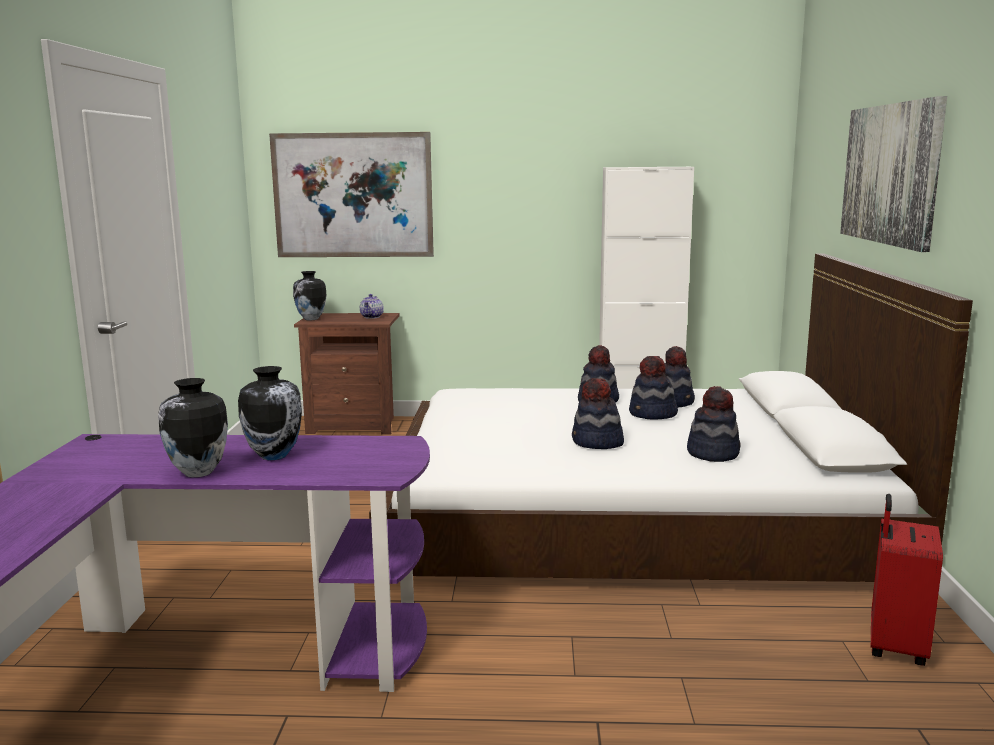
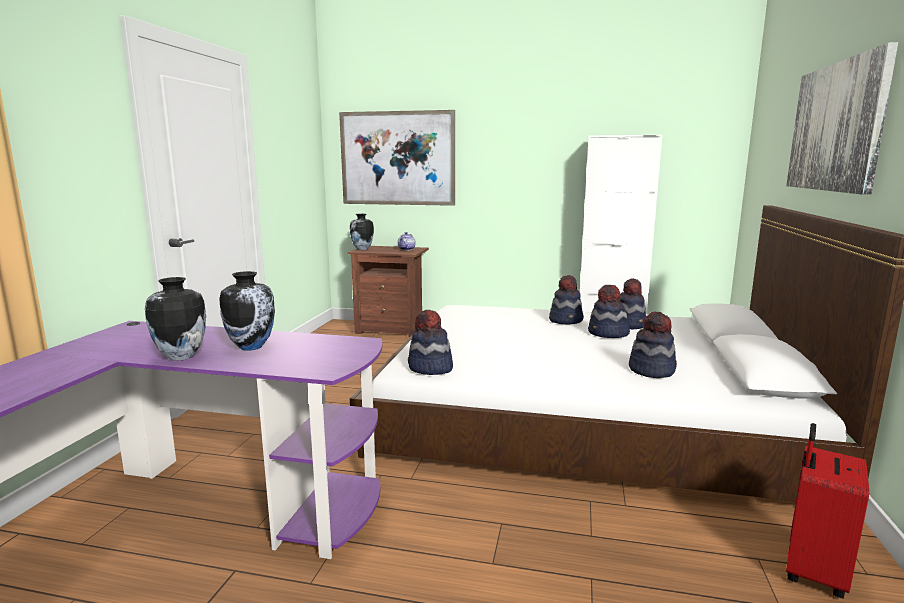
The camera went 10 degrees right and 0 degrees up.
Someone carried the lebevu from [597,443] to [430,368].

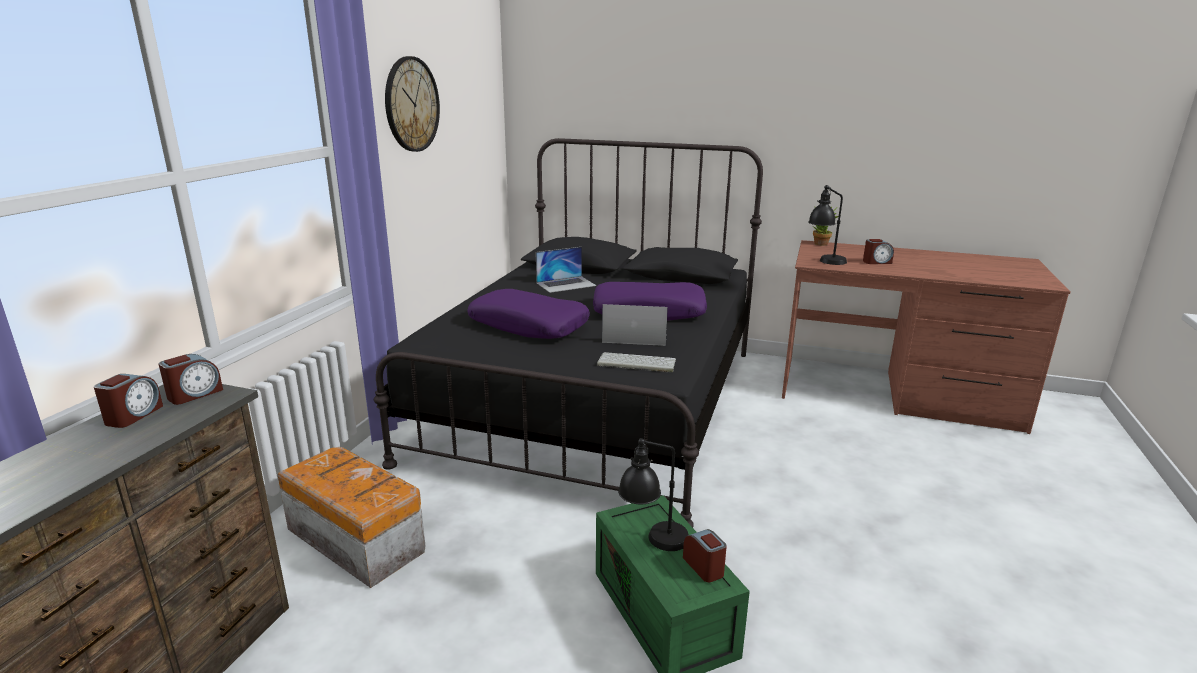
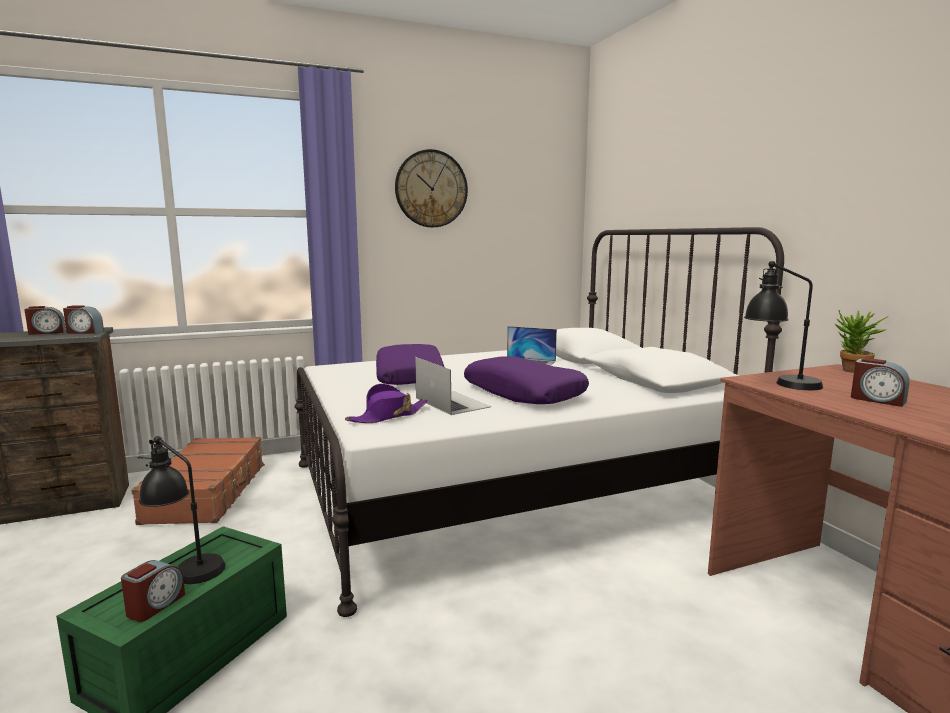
The camera went 50 degrees right and 10 degrees down.
Someone repainted the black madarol at [595,402], which became the white madarol at [507,488].
Someone swapped the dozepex at [635,363] for the purple lebevu at [388,416].
Someone swapped the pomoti at [356,538] for the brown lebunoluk at [208,492].

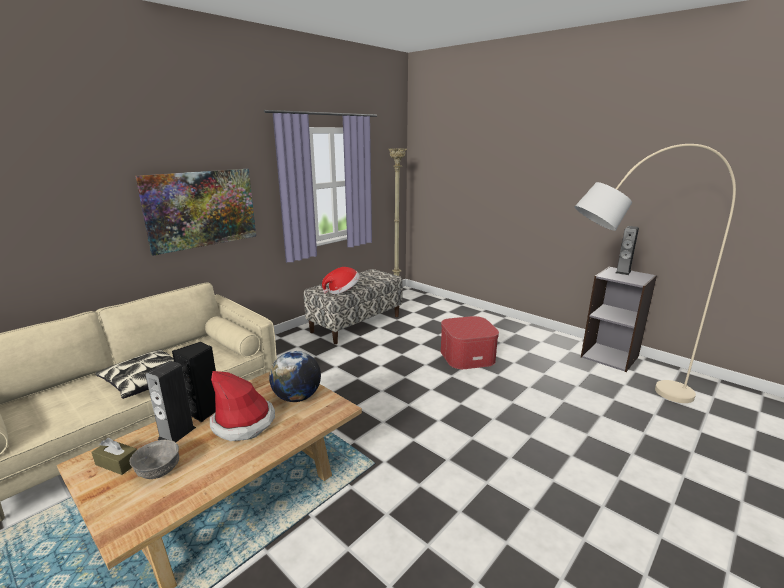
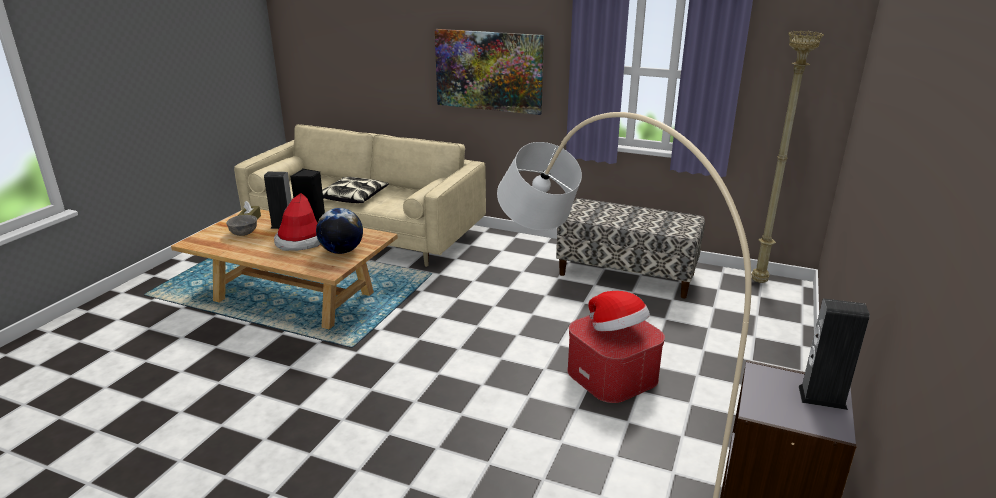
The camera went 70 degrees right and 5 degrees up.
Someone carried the lebevu from [342,291] to [617,331].

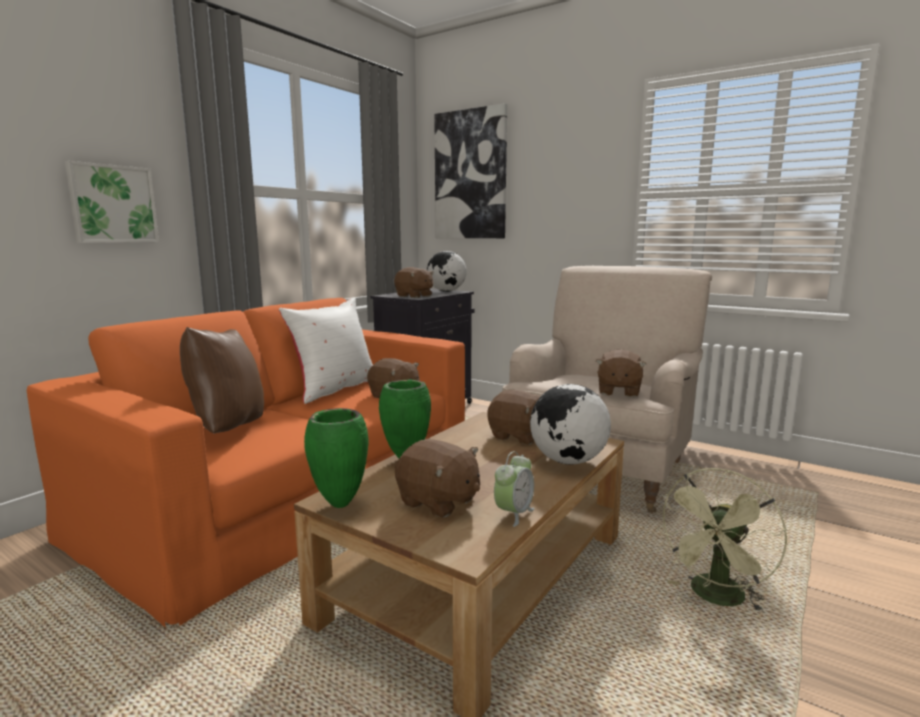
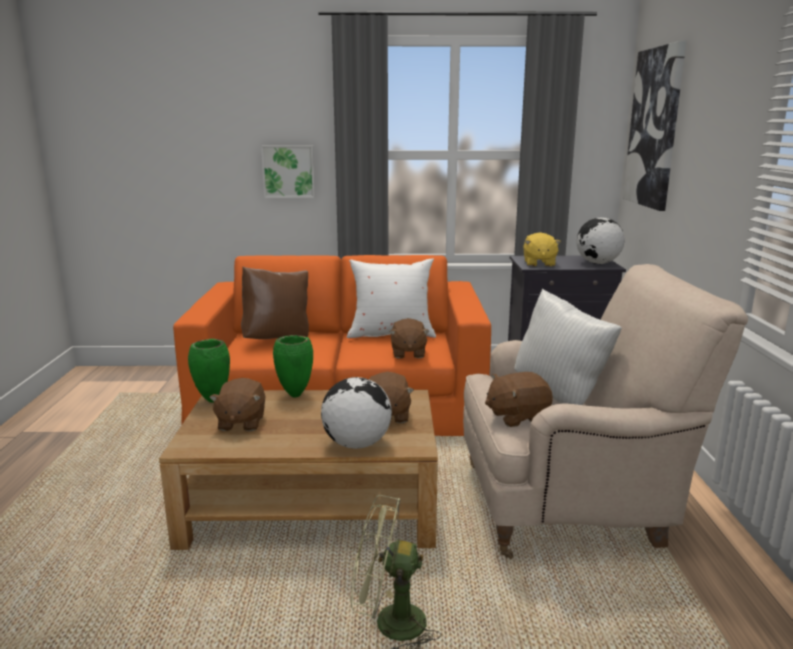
The camera went 55 degrees right and 5 degrees up.
Someone repainted the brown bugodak at [414,296], which became the yellow bugodak at [539,263].
Someone took away the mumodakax at [513,514].
Someone put down the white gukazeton at [560,395].

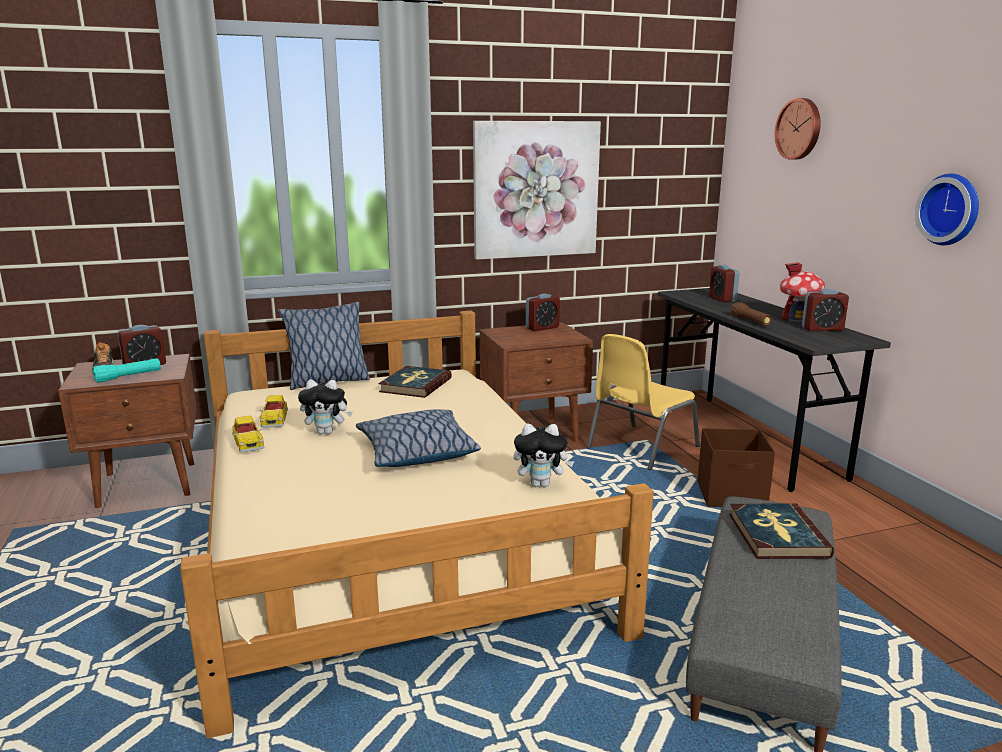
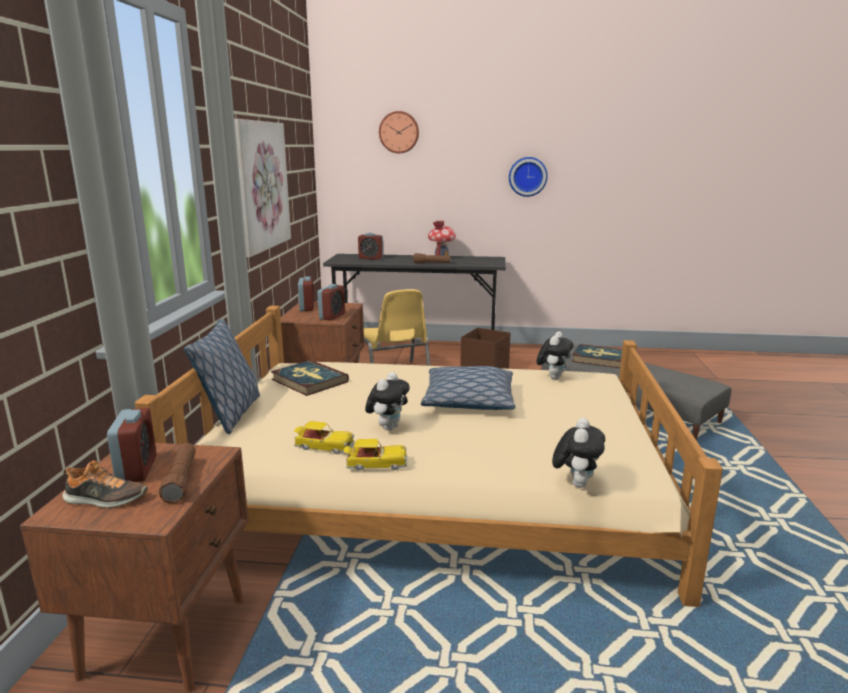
The camera went 65 degrees left and 0 degrees up.
Someone carried the mumodakax from [822,329] to [332,316].
Someone repainted the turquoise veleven at [128,377], which became the brown veleven at [181,480].
Someone put down the bugodak at [576,483].

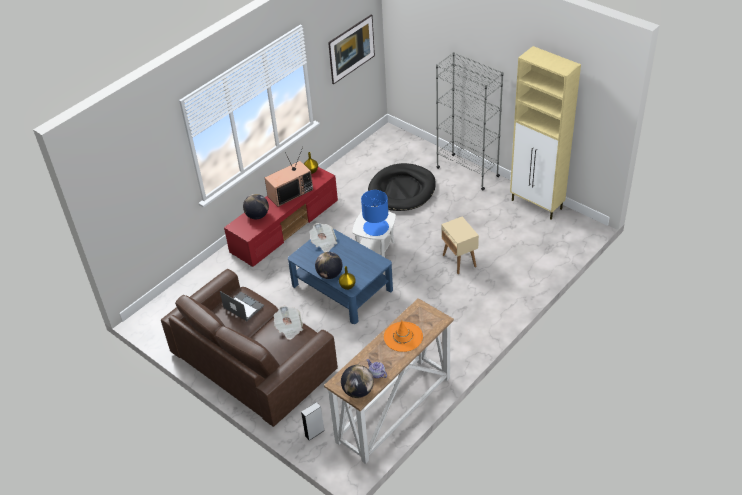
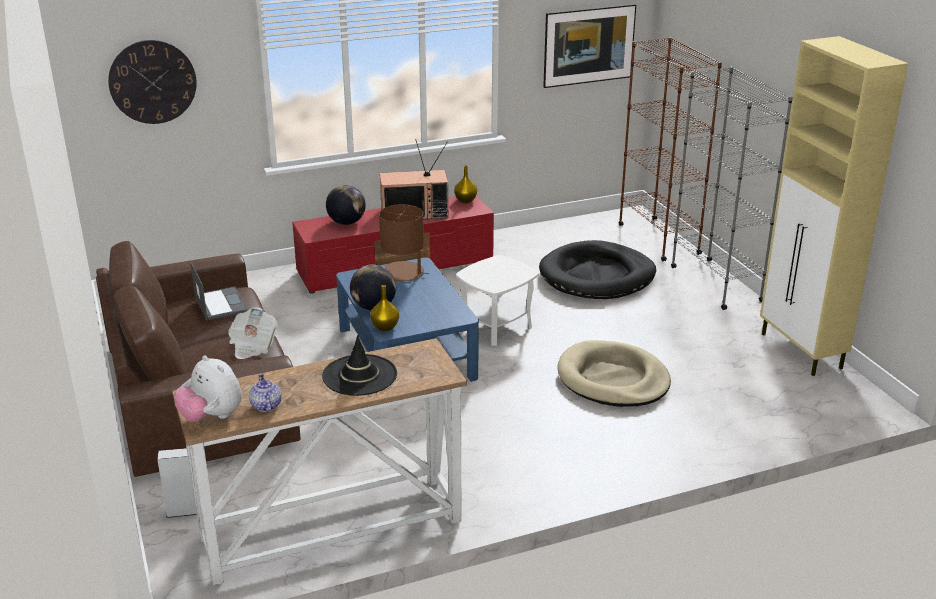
The camera went 25 degrees right and 15 degrees down.
Someone took away the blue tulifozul at [376,227].
Someone swapped the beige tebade at [459,261] for the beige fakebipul at [612,379].
Someone swapped the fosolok at [324,243] for the brown tulifozul at [403,272].
Someone repainted the orange lebevu at [403,337], which became the black lebevu at [359,375].
Someone swapped the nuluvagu at [358,391] for the bugodak at [211,417].
Someone put down the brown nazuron at [658,239].
Someone put up the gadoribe at [152,82].

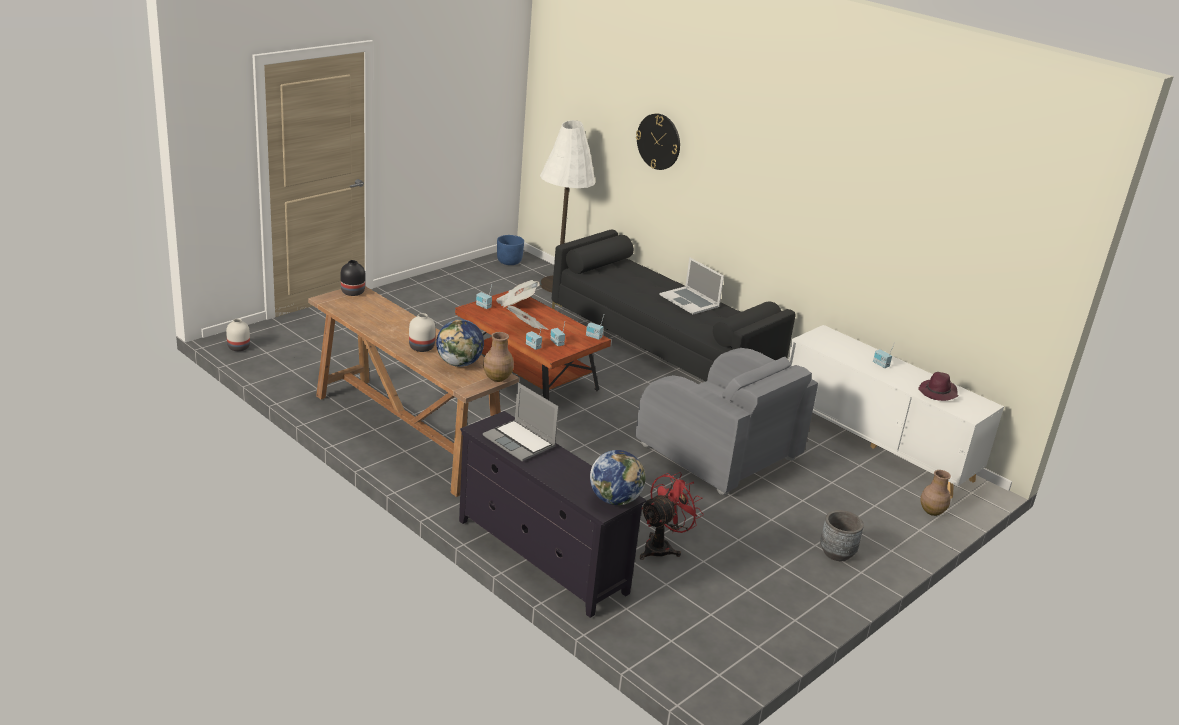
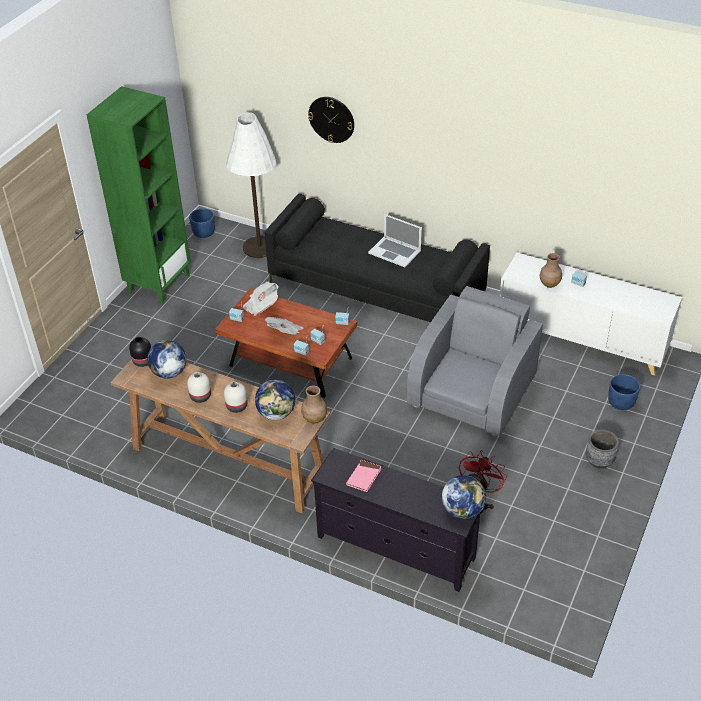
The camera went 15 degrees left and 15 degrees up.
Someone carried the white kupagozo from [239,347] to [201,396].
Someone rotated the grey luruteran at [719,452] by 90 degrees counterclockwise.
Someone took away the purple lebevu at [937,393].
Someone swapped the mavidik at [520,442] for the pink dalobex at [364,477].
Someone carried the brown kupagozo from [931,511] to [549,284].
Someone put down the green nazuron at [159,283].
Someone put down the nuluvagu at [169,373].
Someone put down the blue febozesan at [621,402].

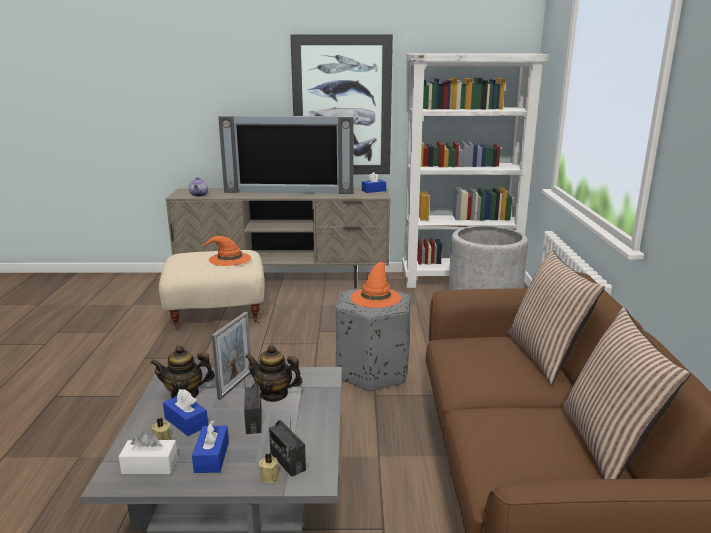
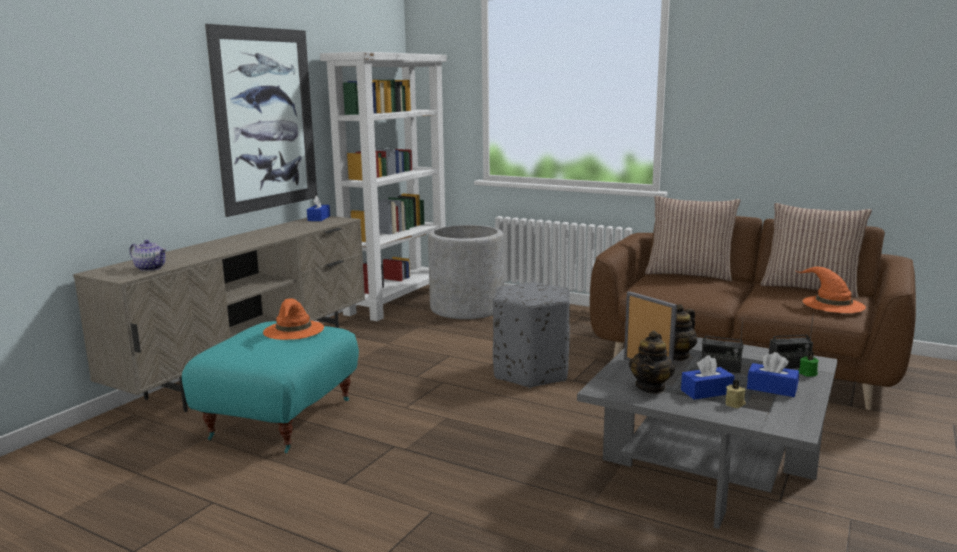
The camera went 60 degrees left and 5 degrees down.
Someone took away the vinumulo at [289,191].
Someone repainted the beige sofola at [217,313], which became the turquoise sofola at [279,418].
Someone carried the orange lebevu from [375,297] to [832,304].
Someone took away the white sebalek at [150,465].
Someone repainted the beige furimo at [270,476], which became the green furimo at [807,373].

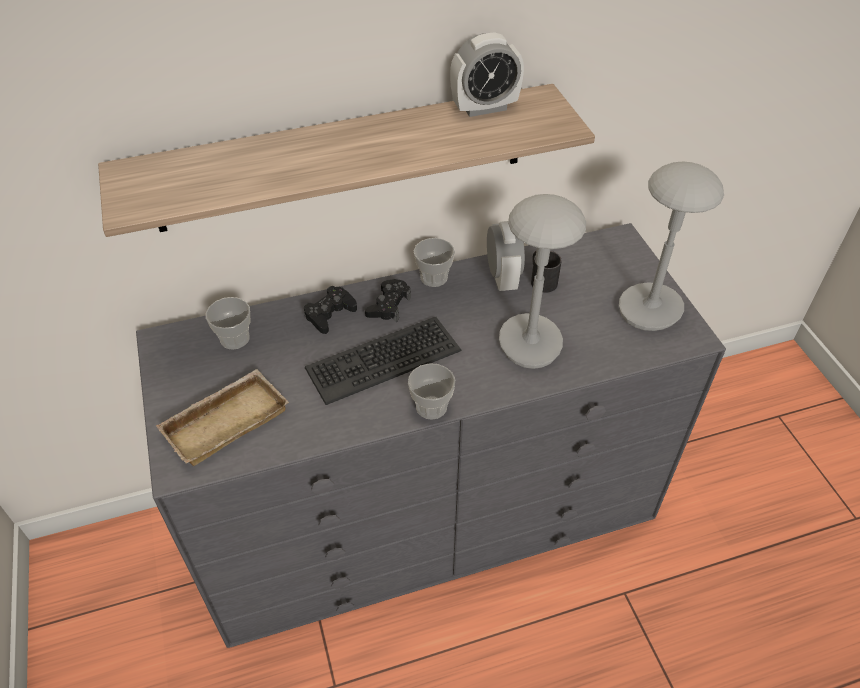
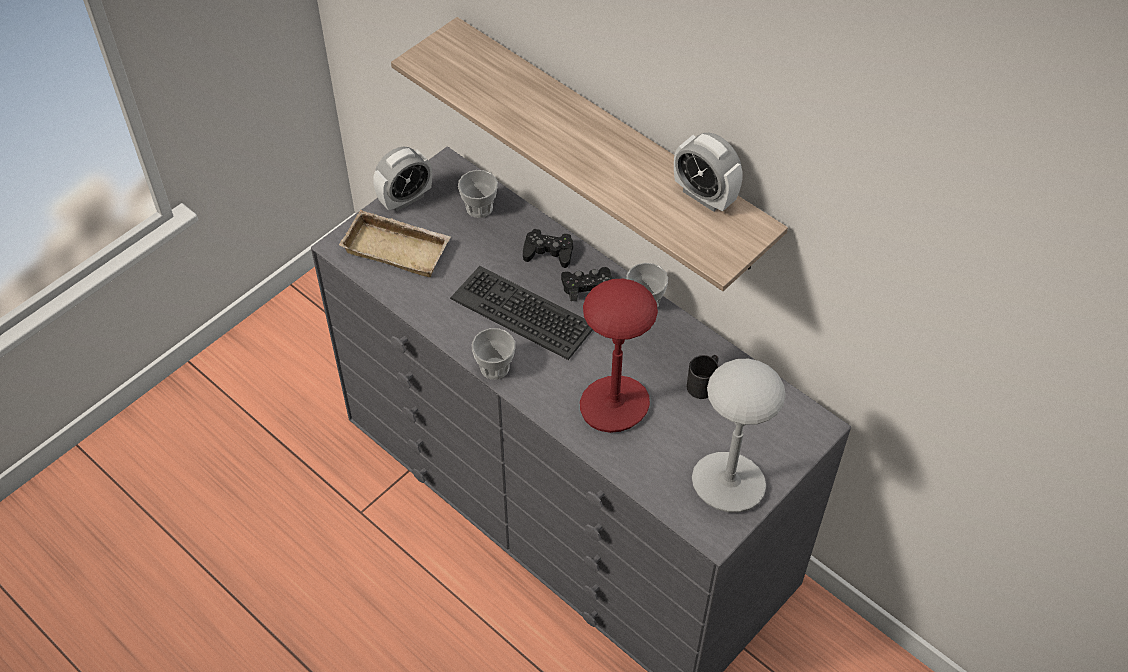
The camera went 60 degrees right and 5 degrees up.
Someone repainted the grey tulifozul at [529,343], which became the red tulifozul at [614,406].
Someone carried the mumodakax from [502,277] to [405,199].

